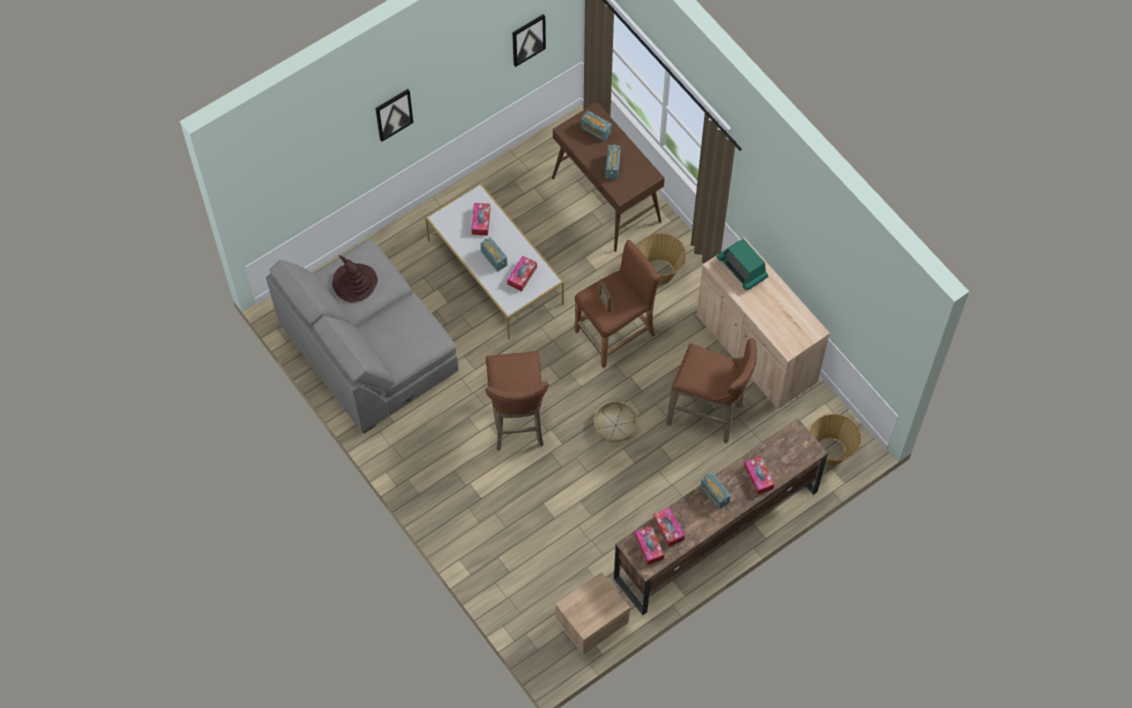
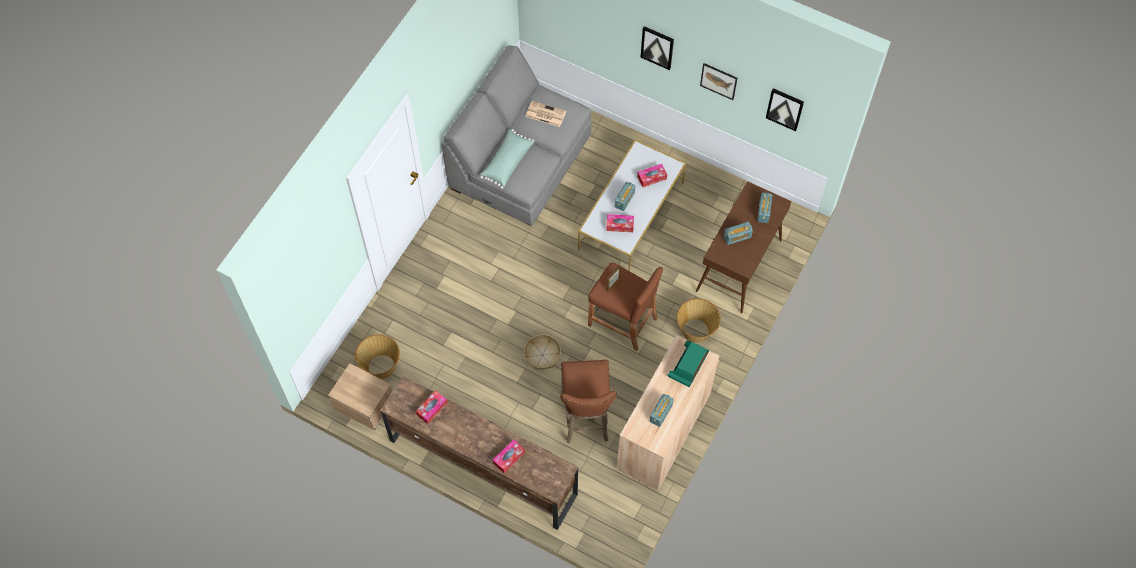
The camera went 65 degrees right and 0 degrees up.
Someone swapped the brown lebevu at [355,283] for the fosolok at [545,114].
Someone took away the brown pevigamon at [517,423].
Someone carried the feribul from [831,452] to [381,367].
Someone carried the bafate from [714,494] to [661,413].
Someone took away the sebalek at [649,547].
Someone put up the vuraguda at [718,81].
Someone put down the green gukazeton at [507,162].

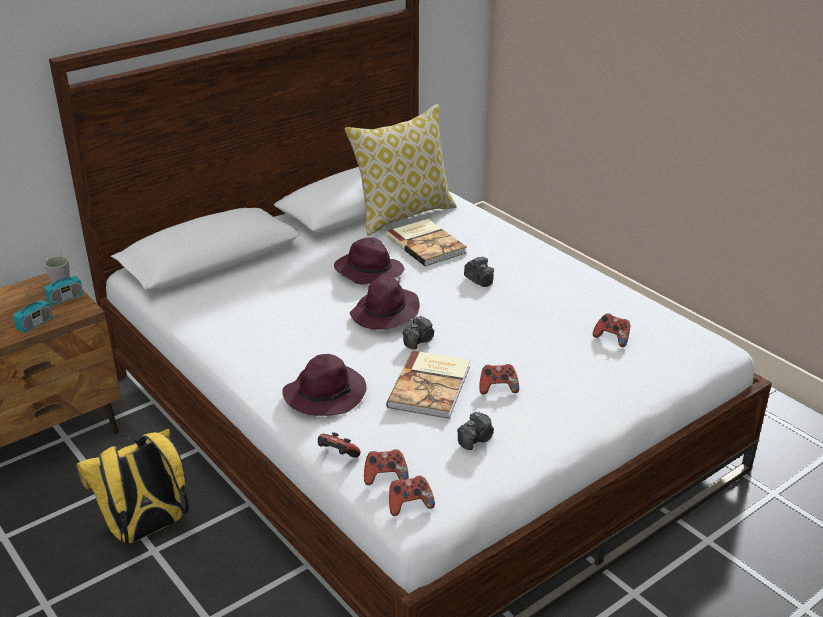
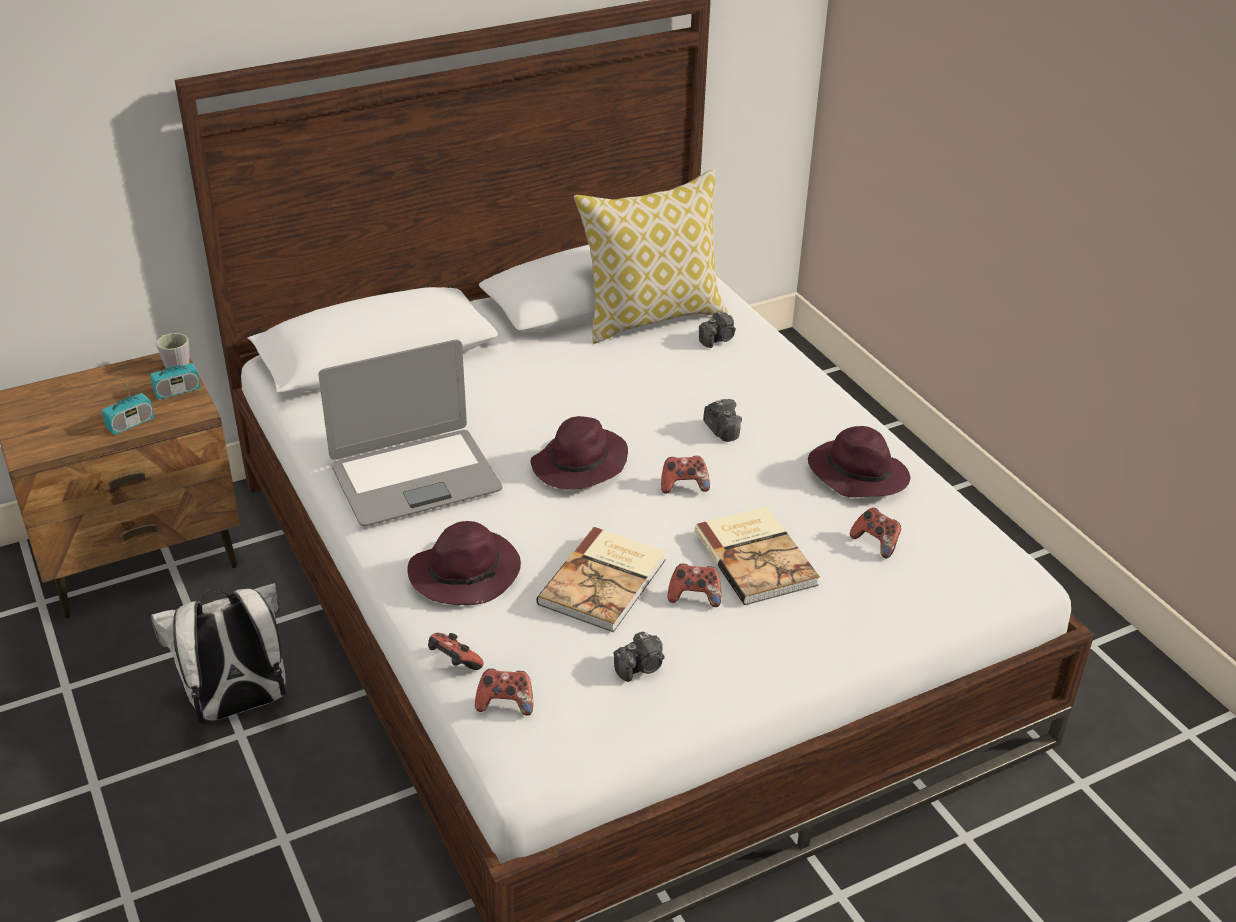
The camera went 10 degrees right and 5 degrees up.
Someone carried the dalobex from [426,244] to [757,557].
Someone carried the purple lebevu from [368,271] to [856,474].
Someone carried the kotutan from [419,341] to [718,339].
Someone repainted the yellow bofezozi at [146,530], which became the white bofezozi at [238,705].
Someone carried the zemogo from [409,505] to [684,485].
Someone put down the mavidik at [415,478].

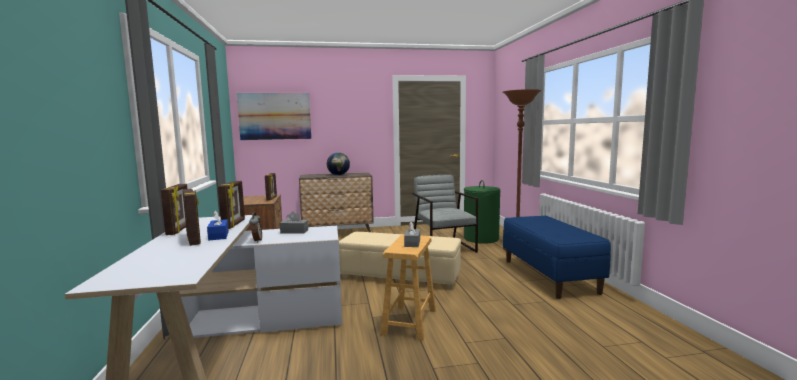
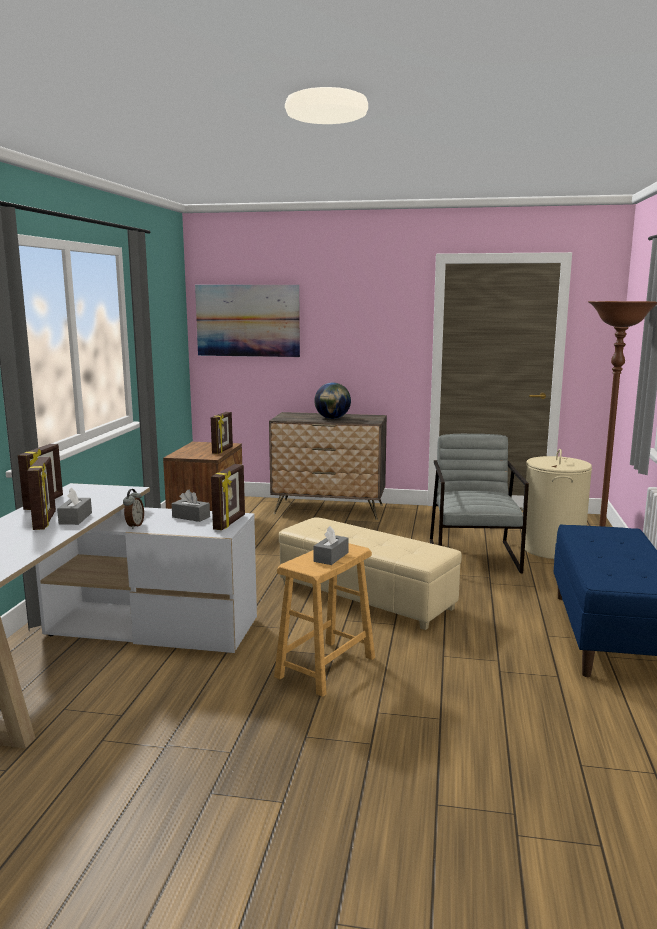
The camera went 20 degrees right and 5 degrees up.
Someone carried the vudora from [234,224] to [230,522].
Someone repainted the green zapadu at [481,238], which became the beige zapadu at [552,548].
Someone repainted the blue sebalek at [218,235], which became the grey sebalek at [75,518].

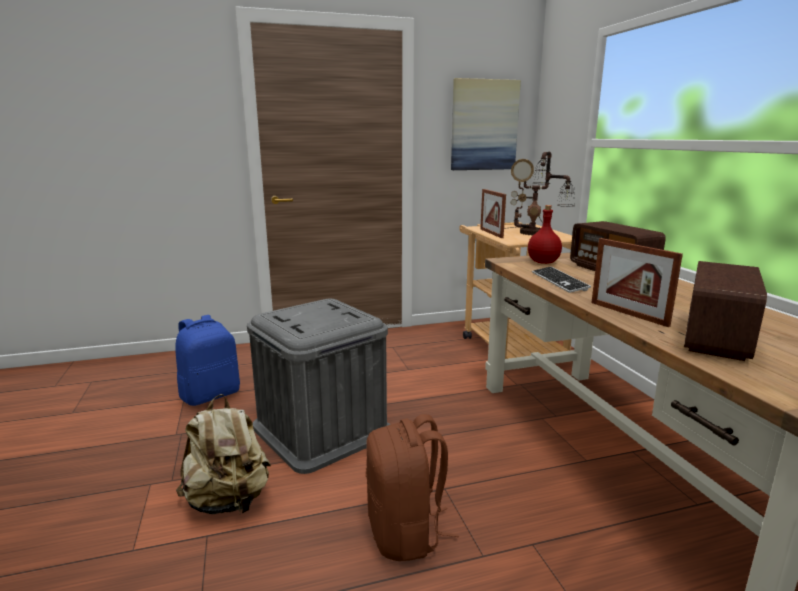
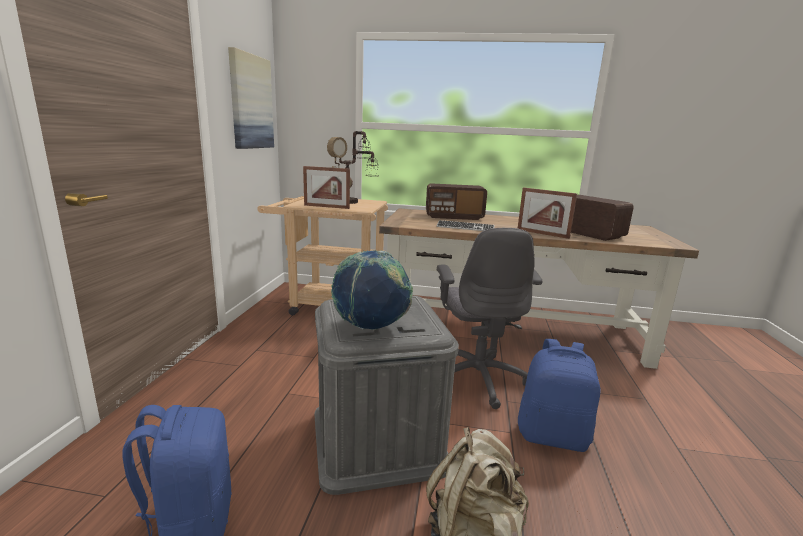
The camera went 65 degrees left and 0 degrees up.
Someone took away the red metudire at [543,262].
Someone rotated the vudora at [628,314] by 45 degrees clockwise.
Someone repainted the brown bofezozi at [406,533], which became the blue bofezozi at [553,435].
Someone put down the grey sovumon at [477,378].
Someone put down the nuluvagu at [371,327].

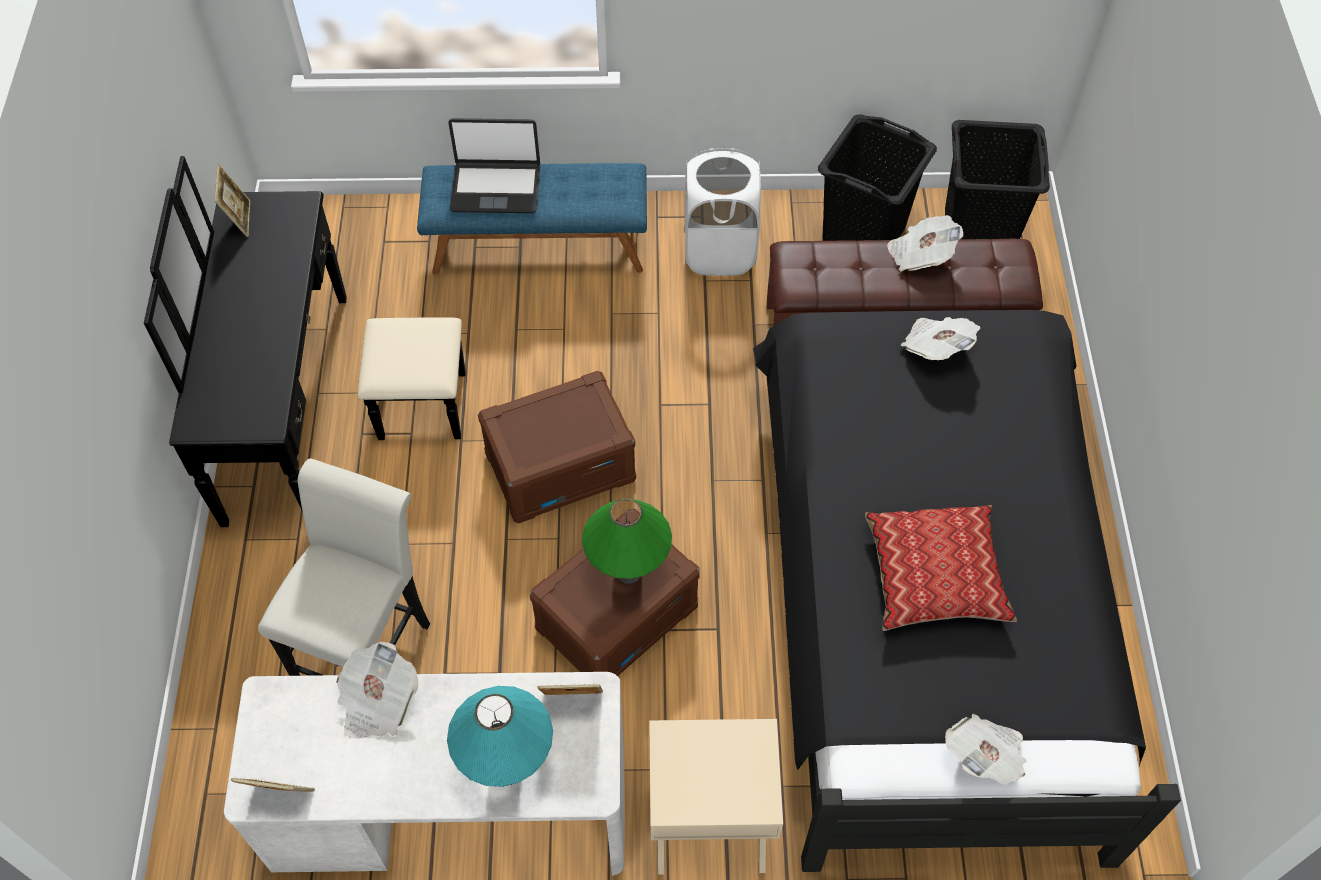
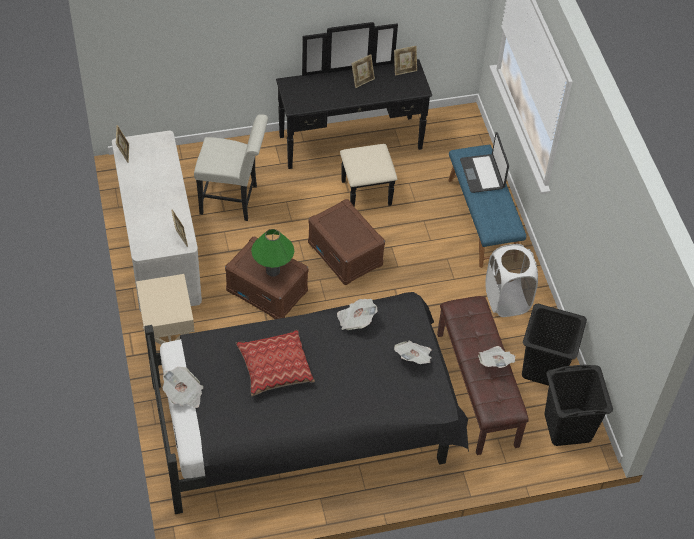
The camera went 75 degrees right and 5 degrees down.
Someone carried the fosolok from [378,702] to [355,320].
Someone took away the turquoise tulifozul at [507,764].
Someone put down the vudora at [362,80].

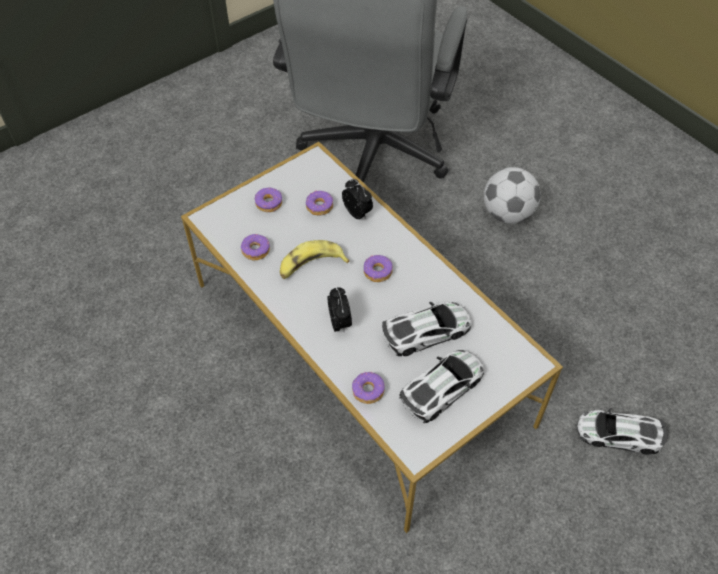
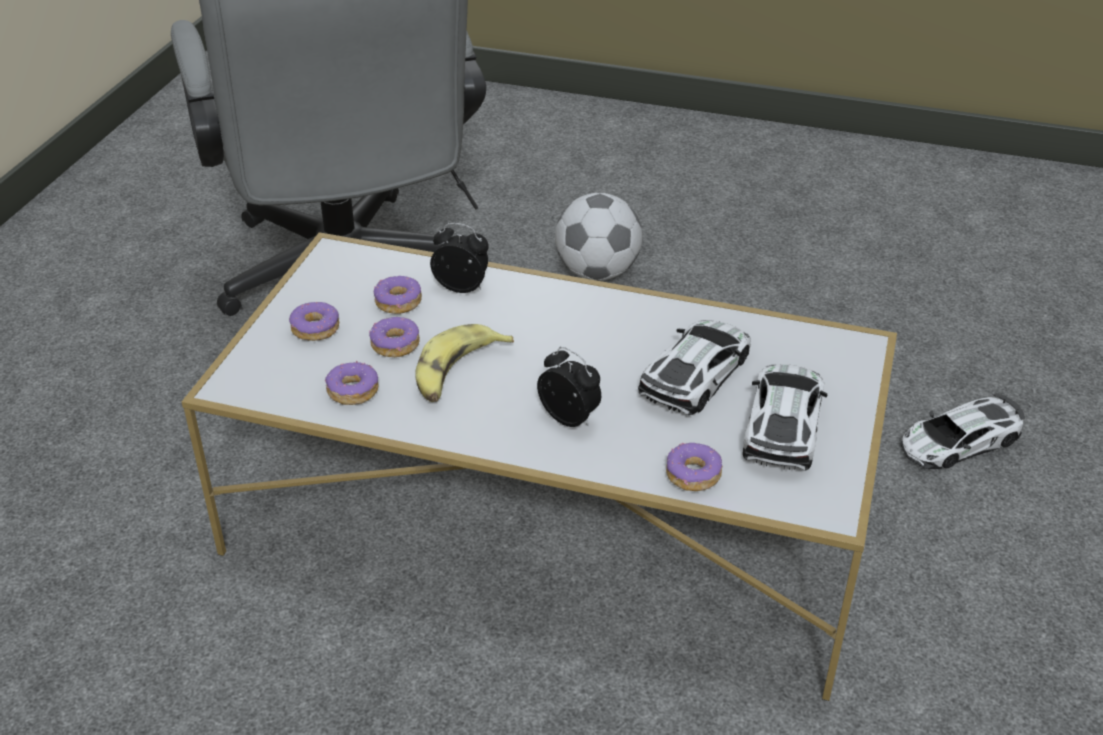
The camera went 35 degrees left and 15 degrees down.
Someone carried the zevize from [377,272] to [395,345].

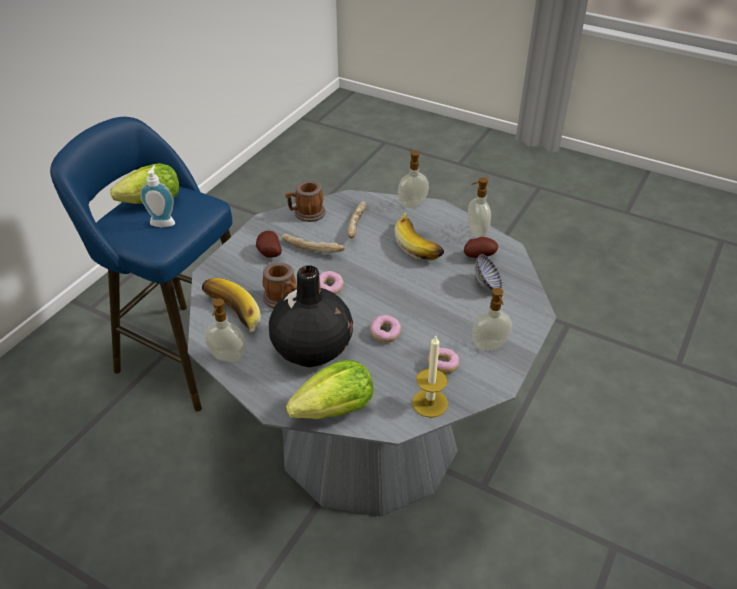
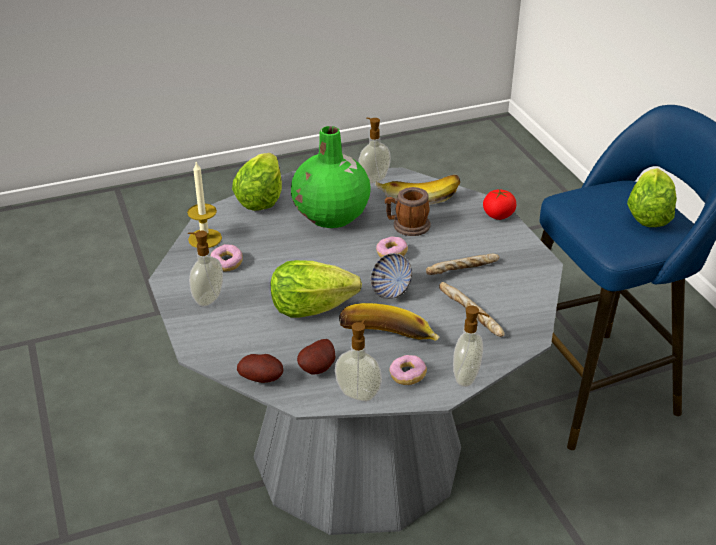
The camera went 130 degrees right and 5 degrees down.
Someone took away the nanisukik at [163,221].
Someone took away the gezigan at [306,214].
Someone carried the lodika from [268,254] to [263,379].
Someone carried the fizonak from [487,284] to [391,290].
Someone repainted the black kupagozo at [312,348], which became the green kupagozo at [331,215].
Someone carried the zevize from [385,334] to [407,376].
Someone put down the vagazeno at [498,215].
Someone put down the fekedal at [310,307].

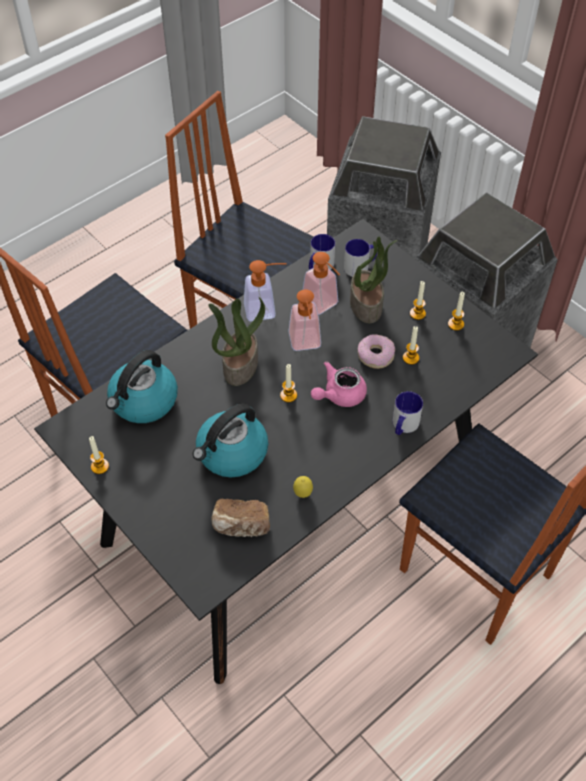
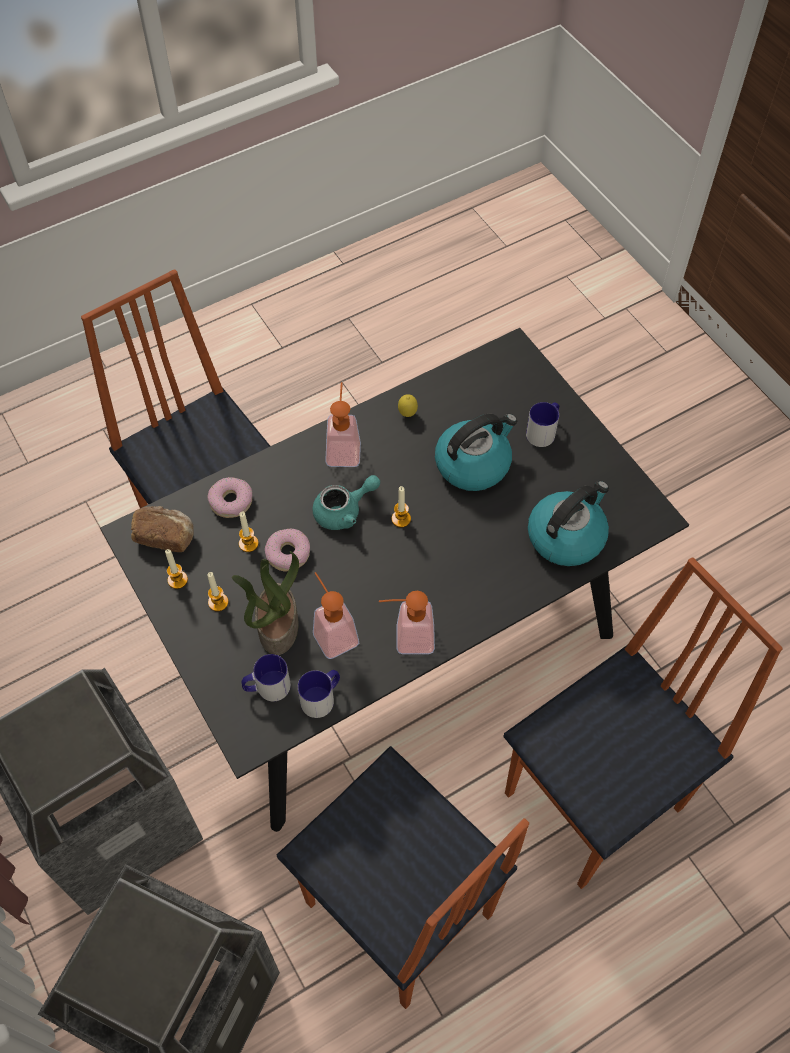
The camera went 170 degrees left and 5 degrees up.
Someone carried the nanisukik from [305,344] to [343,448].
Someone took away the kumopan at [240,365].
Someone repainted the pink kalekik at [339,395], which became the turquoise kalekik at [344,511].
Someone carried the gezigan from [403,426] to [543,431].
Someone took away the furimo at [100,466].
Someone carried the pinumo from [241,526] to [165,535].
Someone put down the zevize at [231,501].

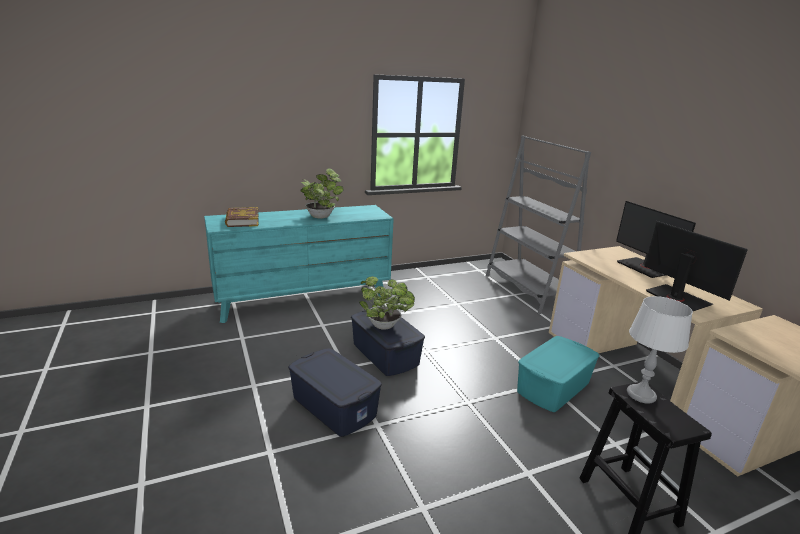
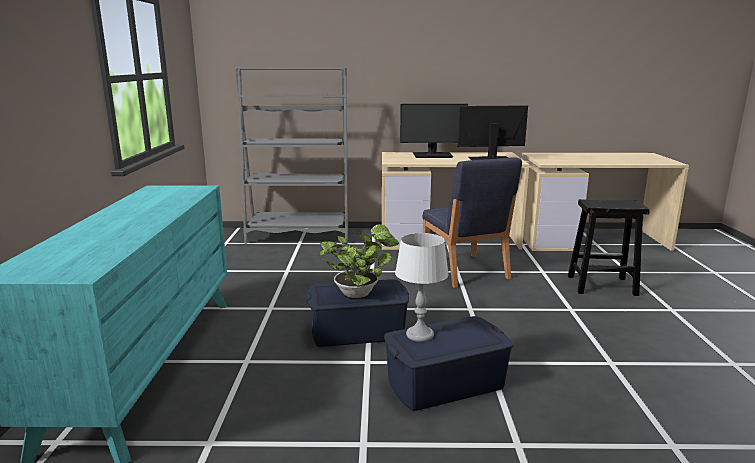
The camera went 65 degrees left and 5 degrees down.
Someone took away the kumopan at [321,216].
Someone took away the dalobex at [242,220].
Someone carried the grey tulifozul from [641,395] to [420,335].
Someone swapped the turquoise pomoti at [553,387] for the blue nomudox at [465,271].

